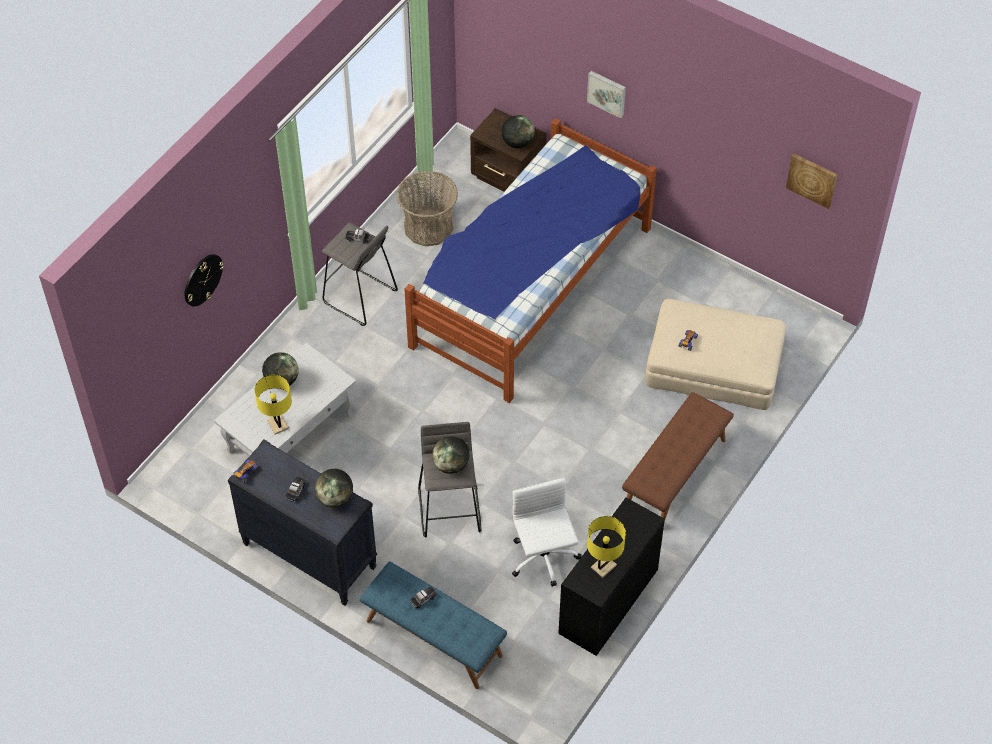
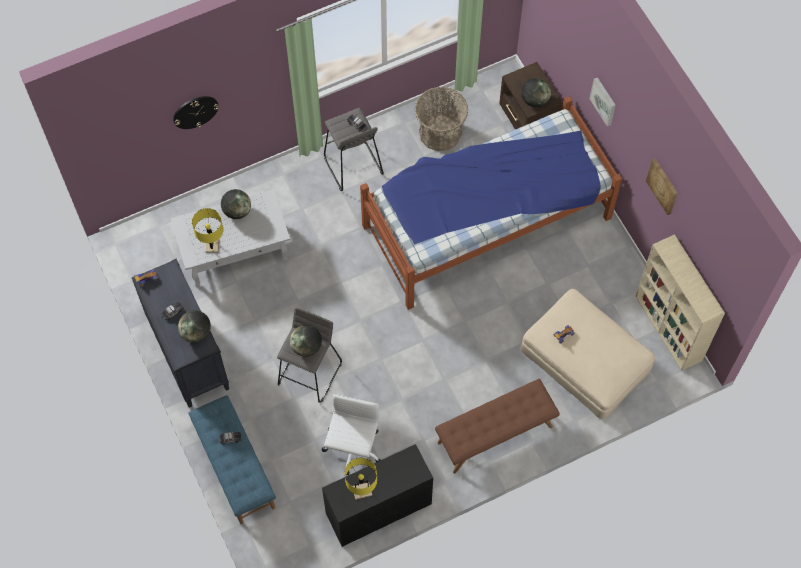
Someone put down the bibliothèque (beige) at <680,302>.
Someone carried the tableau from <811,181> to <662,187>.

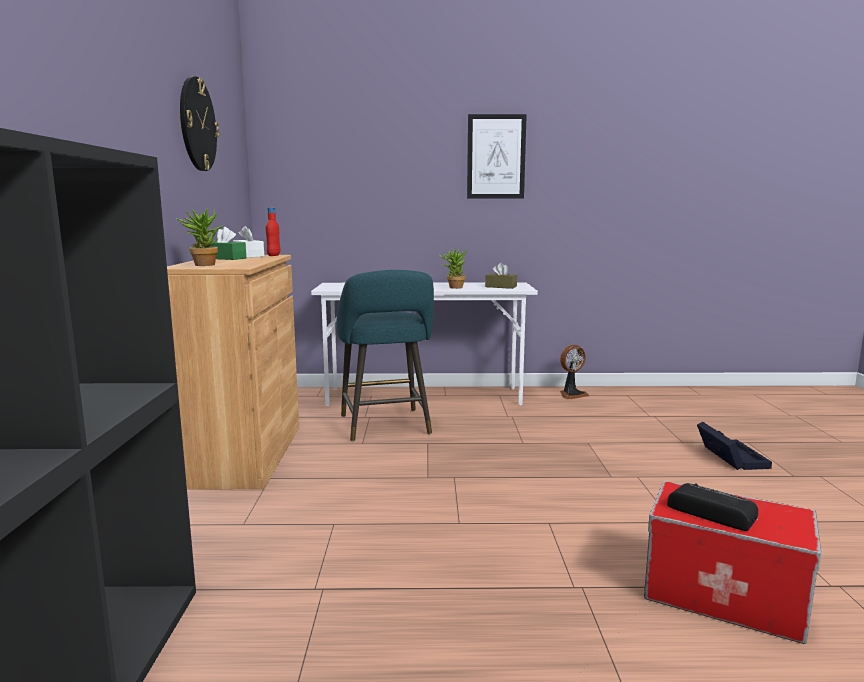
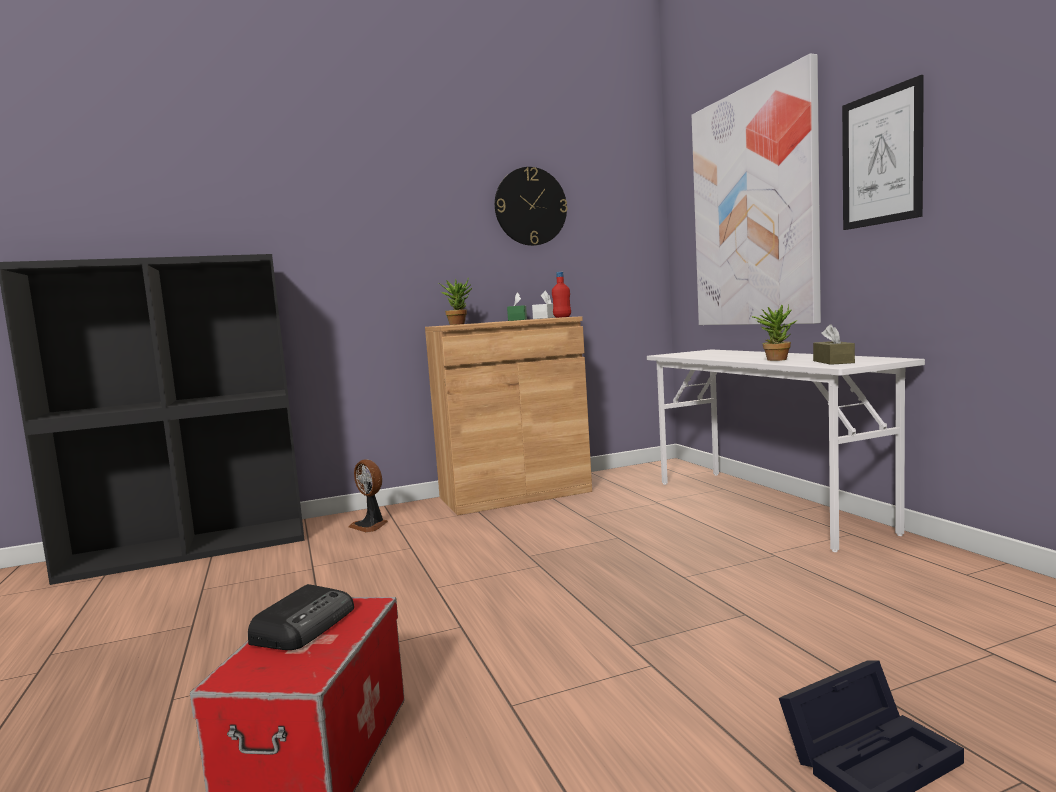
Someone carried the ventilateur from <574,372> to <368,496>.
Someone put up the tableau at <756,189>.
Someone took away the tabouret (turquoise) at <385,356>.

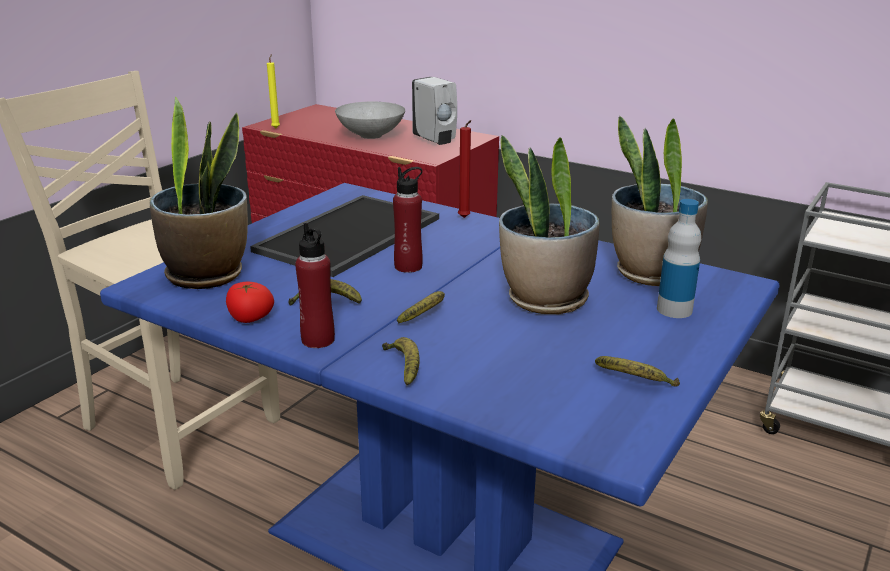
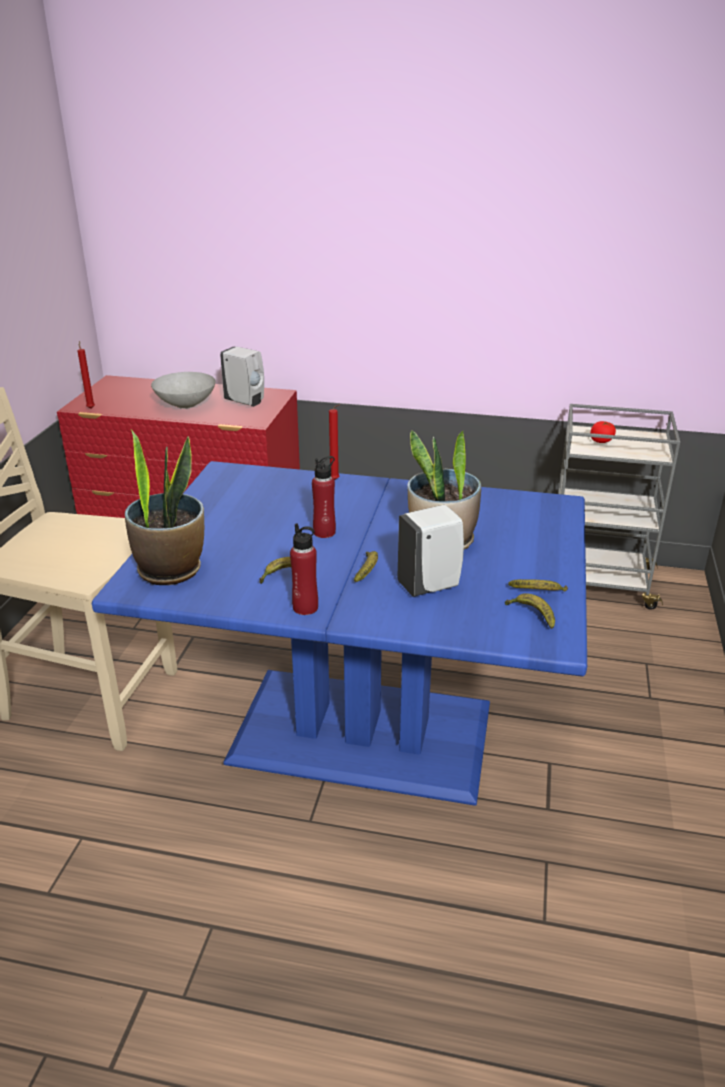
Someone repainted the bougie (jaune) at <273,91>, which became the bougie (rouge) at <86,374>.
Someone put down the distributeur de savon (blanc) at <431,551>.
Someone carried the banane from <401,361> to <530,611>.
Someone carried the tomate from <250,302> to <603,432>.
Someone took away the plateau at <344,236>.
Someone took away the plante en pot at <660,201>.
Someone took away the bouteille at <679,258>.

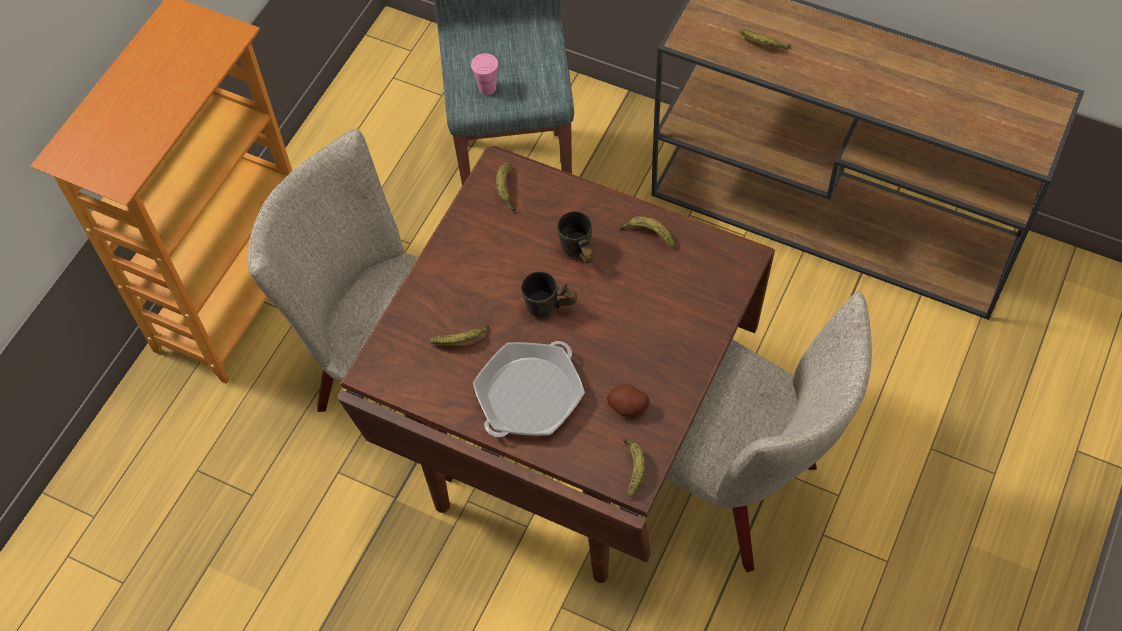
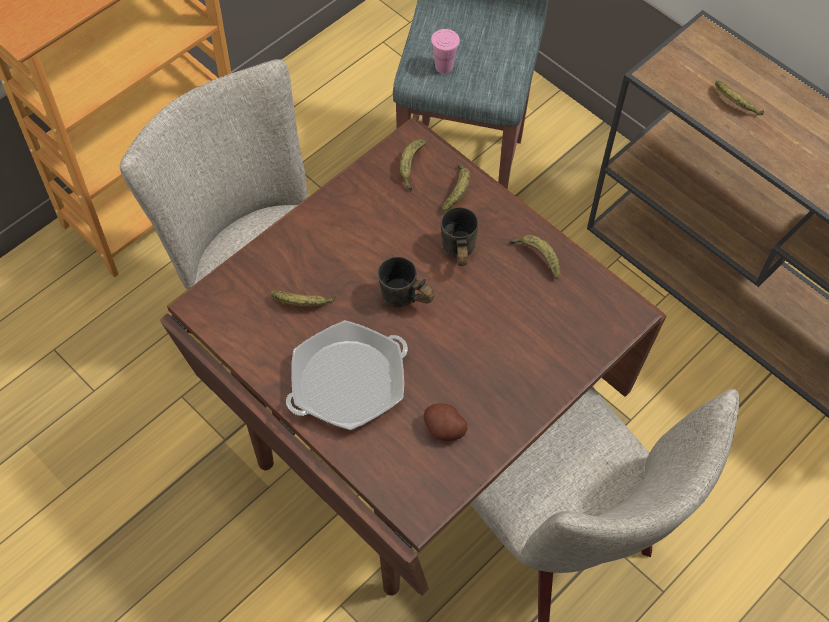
Someone carried the banane from <634,467> to <456,188>.

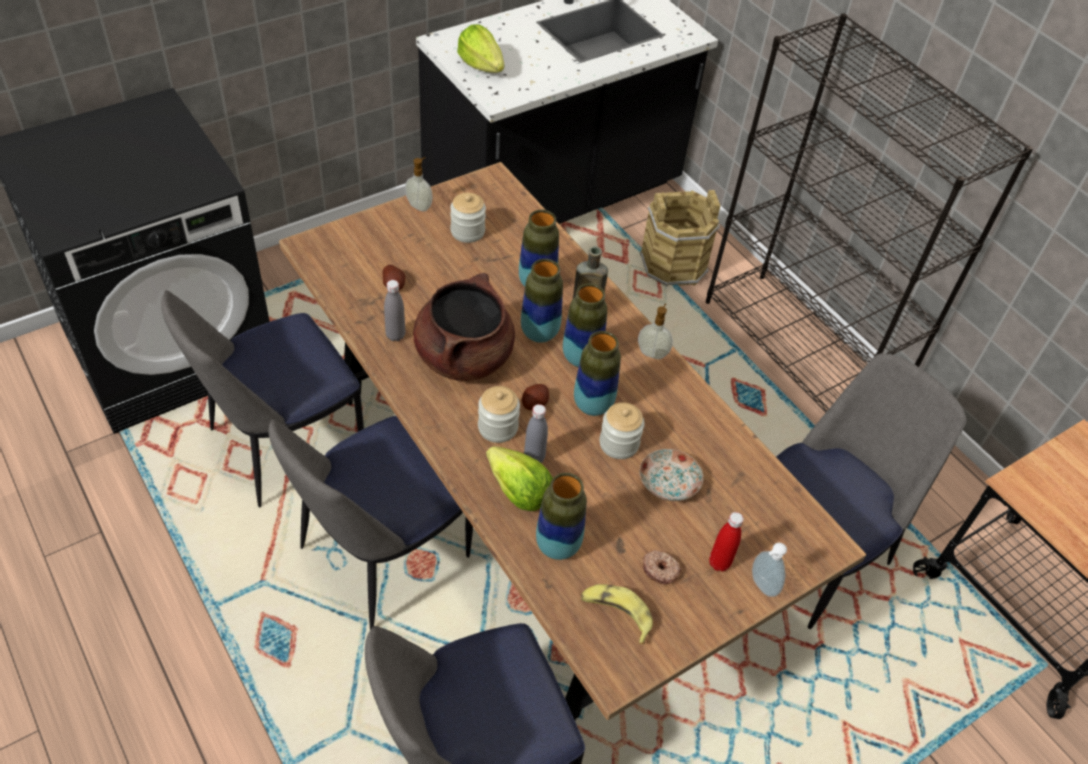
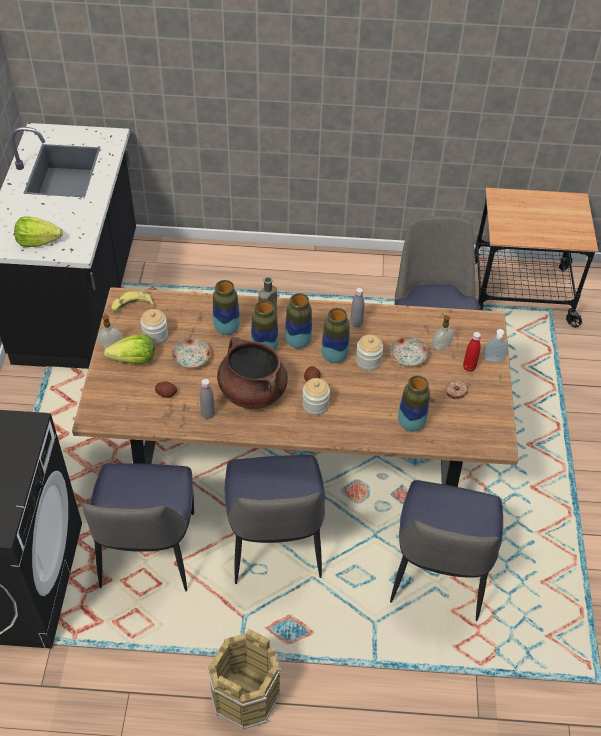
Someone carried the laitue from <519,478> to <129,349>.
Someone carried the banane from <617,614> to <133,302>.
Someone put down the assiette at <191,353>.
Someone carried the seau (marron) from <680,238> to <244,679>.
Someone carried the bouteille (gris) from <536,433> to <357,307>.
Someone carried the distributeur de savon from <655,331> to <443,331>.
Someone took away the bibliothèque (noir) at <869,212>.

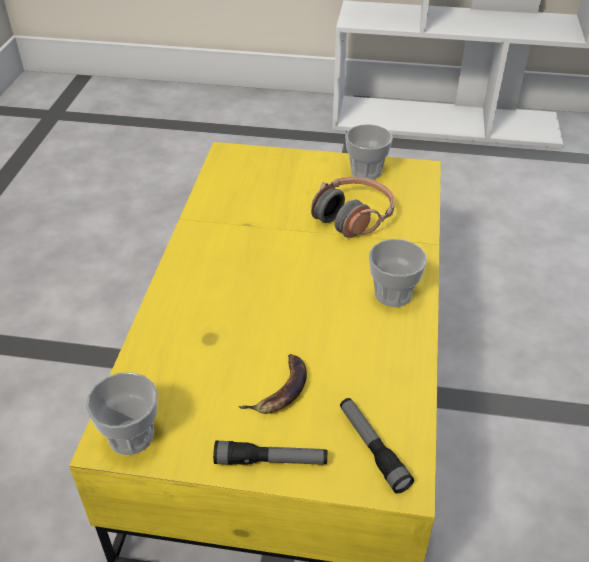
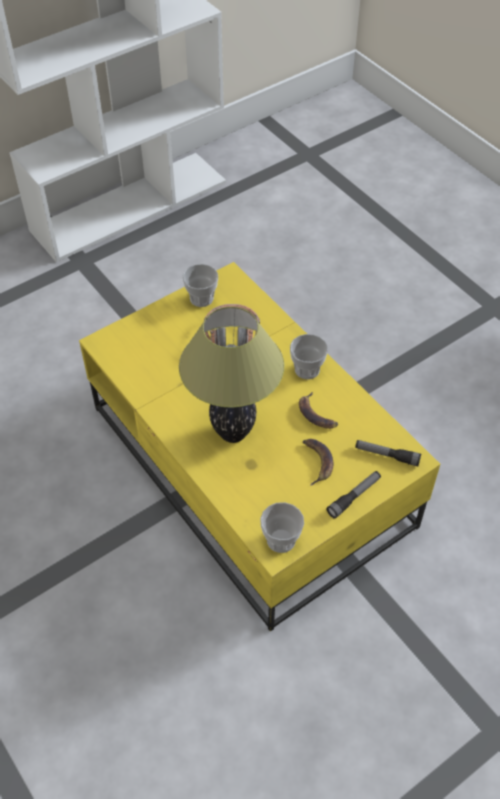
Someone put down the lampe de table at <231,374>.
Someone put down the banane at <318,410>.

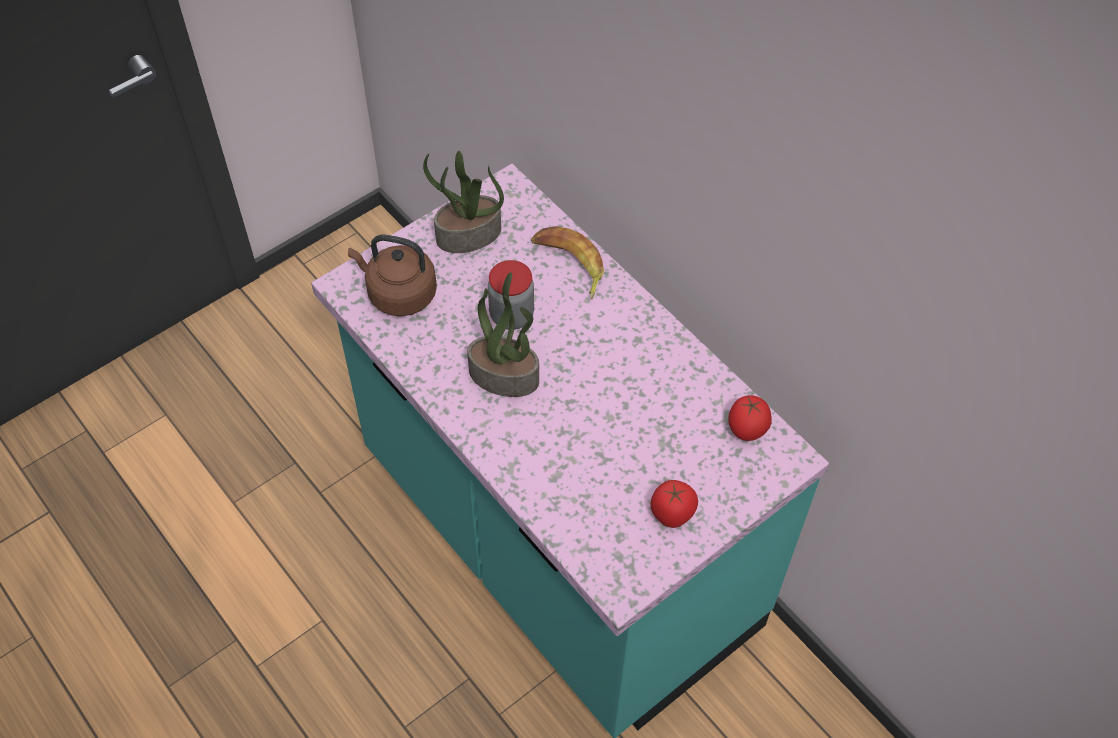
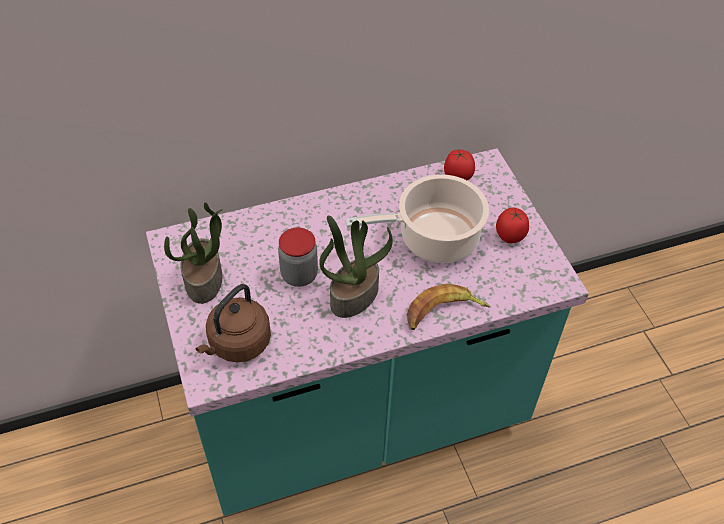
Someone put down the marmite at <417,218>.
Someone carried the banane from <567,262> to <448,307>.

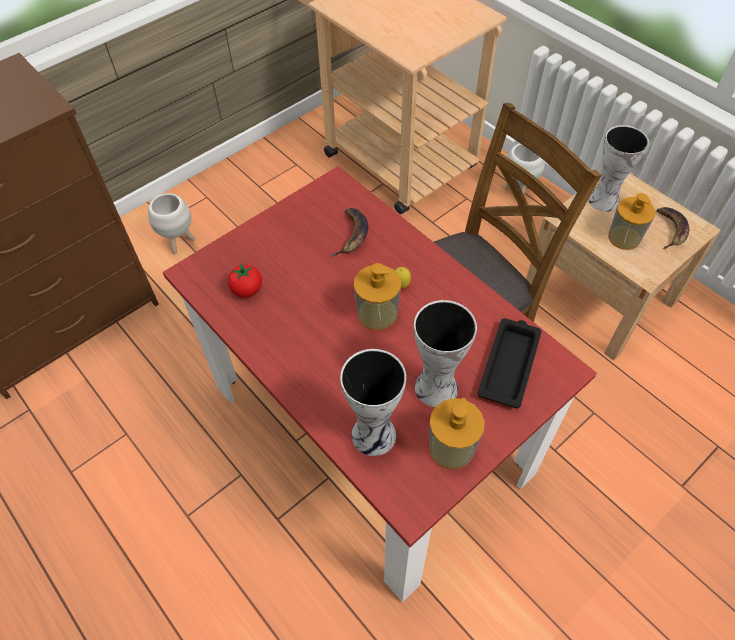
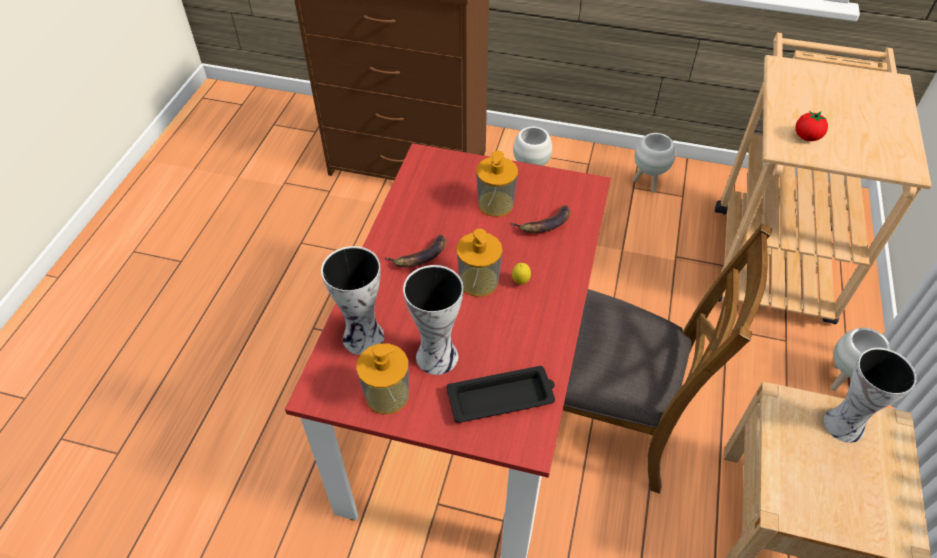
Someone carried the banane from <673,228> to <416,250>.
Someone carried the distributeur de savon from <632,221> to <497,184>.
Someone put down the cache-pot (blanc) at <654,163>.
Someone carried the tomate from <245,280> to <811,126>.

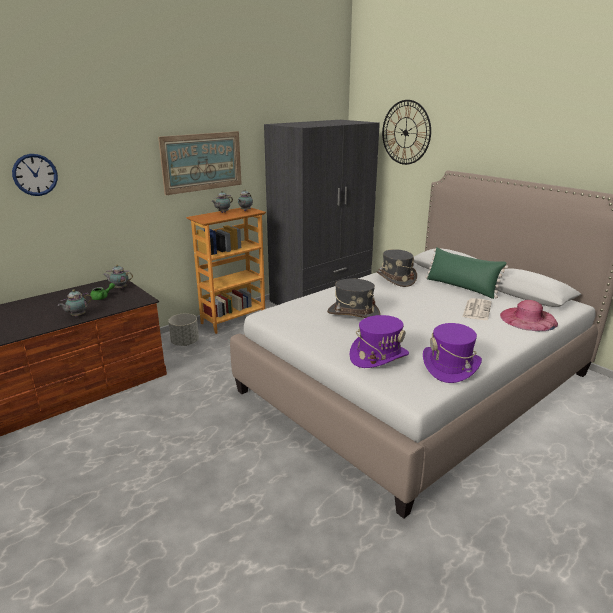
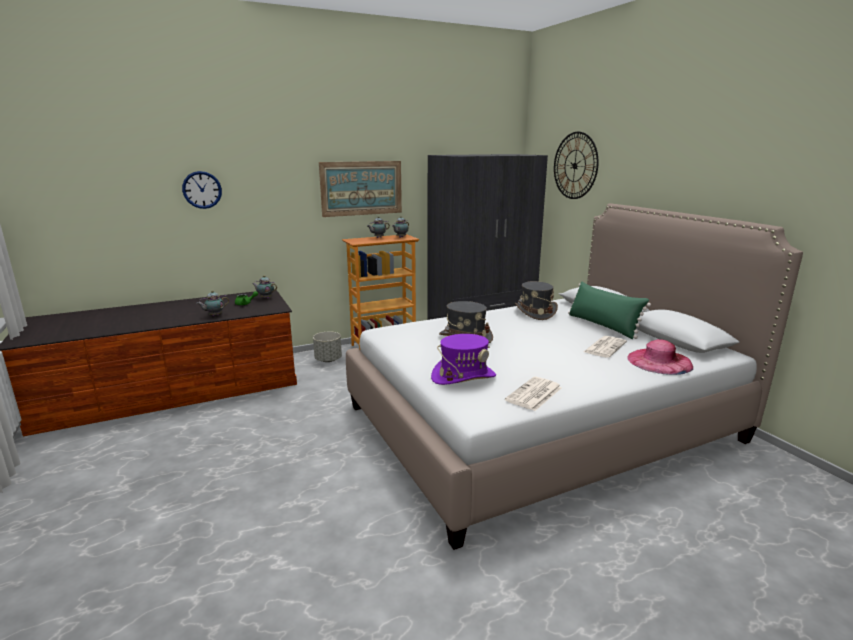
Someone swapped the chapeau (violet) at <452,353> for the journal at <533,394>.

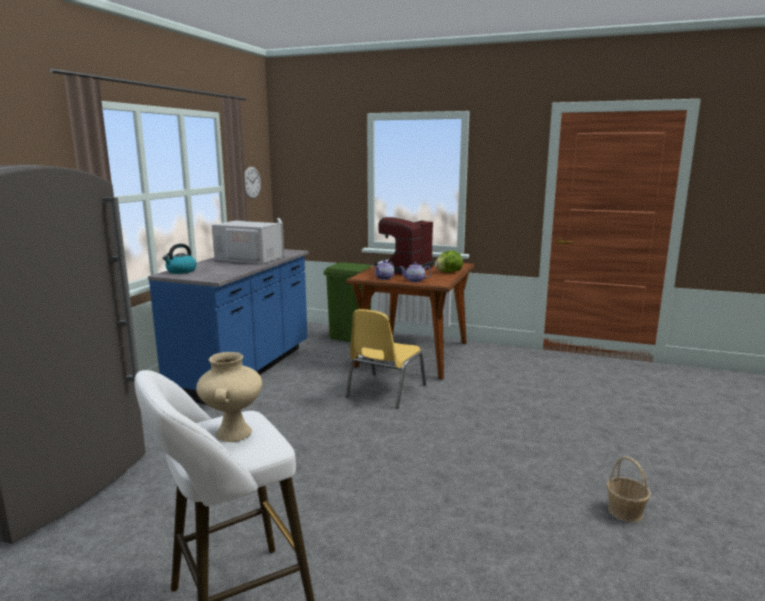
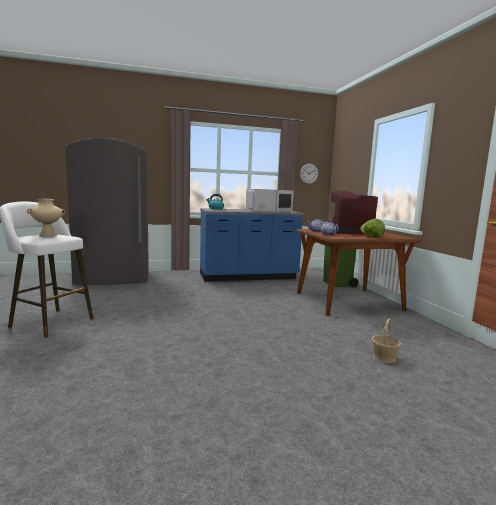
Someone carried the panier from <628,489> to <386,341>.
Someone took away the chaise (jaune) at <386,359>.

